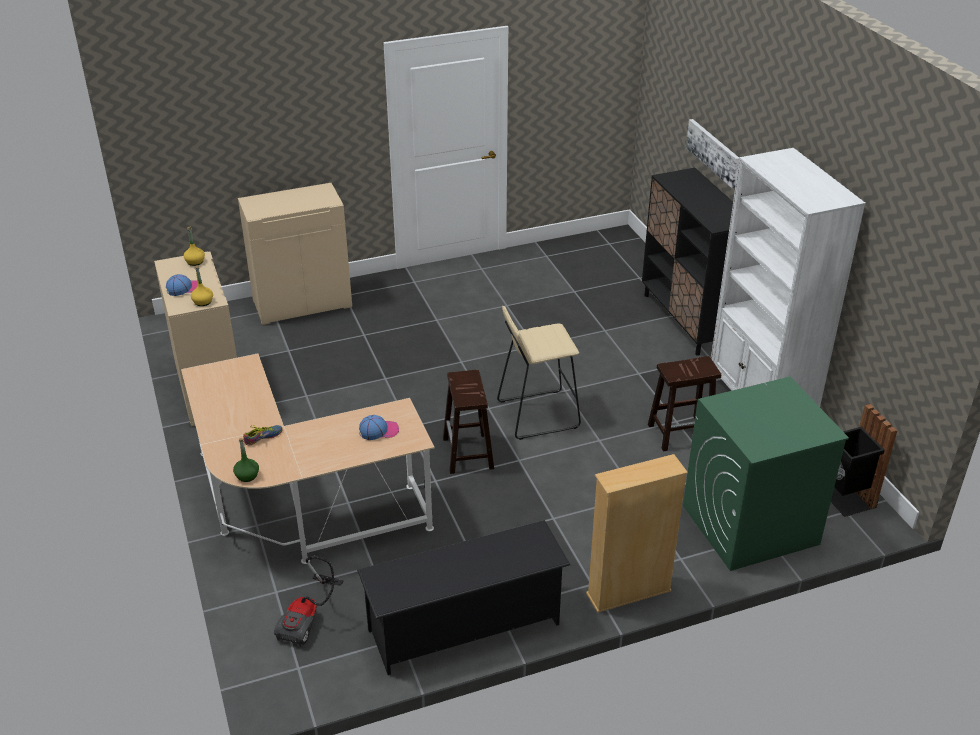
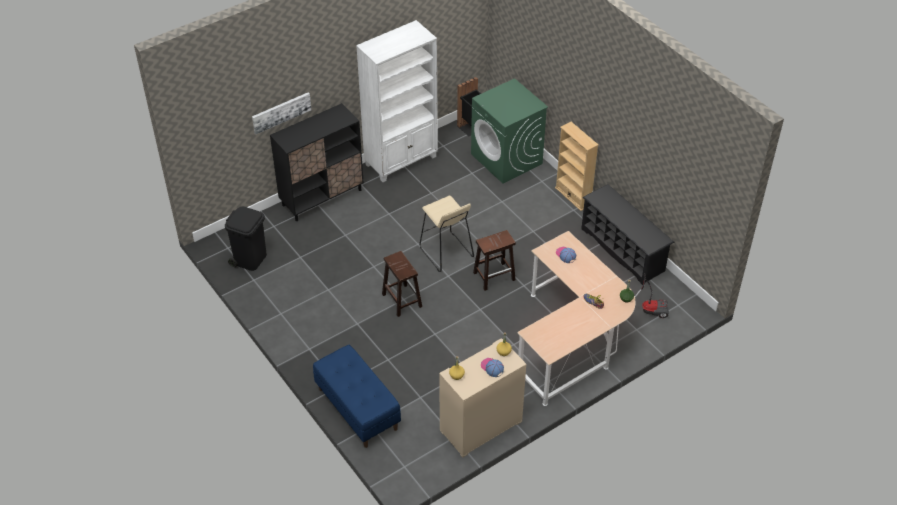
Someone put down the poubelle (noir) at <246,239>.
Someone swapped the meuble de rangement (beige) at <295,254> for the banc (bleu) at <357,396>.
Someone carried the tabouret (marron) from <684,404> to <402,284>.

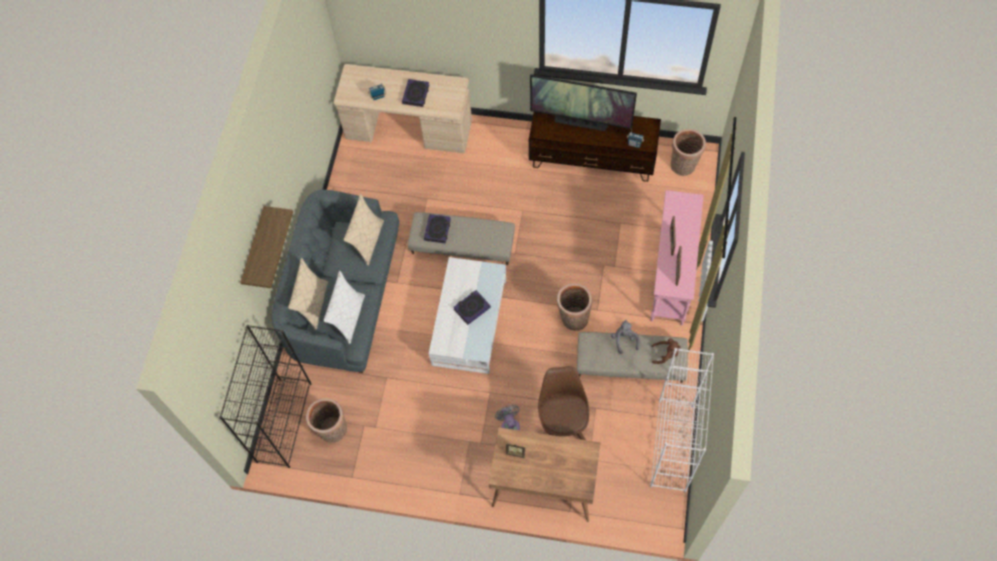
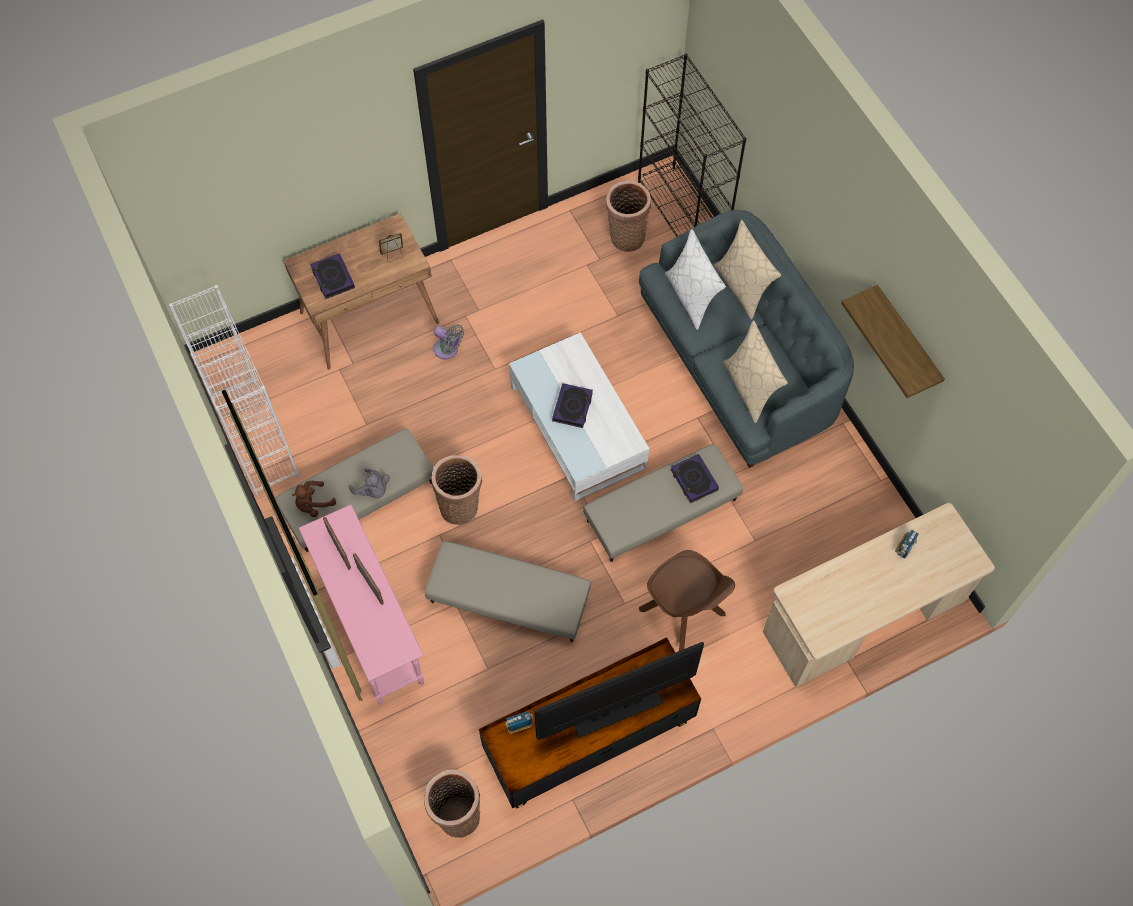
Someone carried the livre from <415,93> to <332,276>.
Someone put down the pouf (beige) at <508,591>.
Someone carried the chaise (marron) from <563,403> to <687,600>.
Someone carried the étagère from <266,247> to <893,341>.

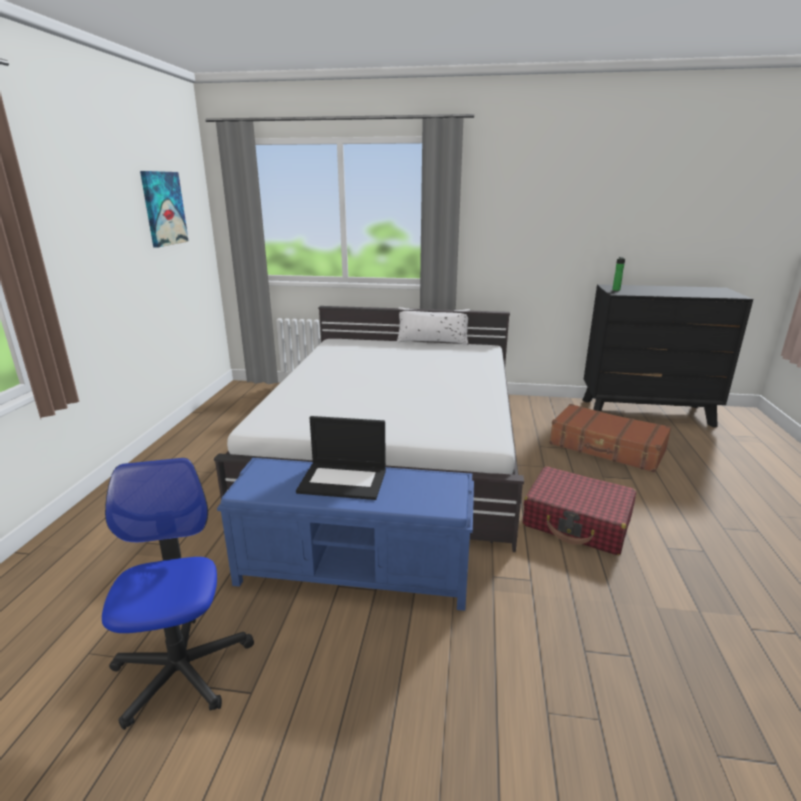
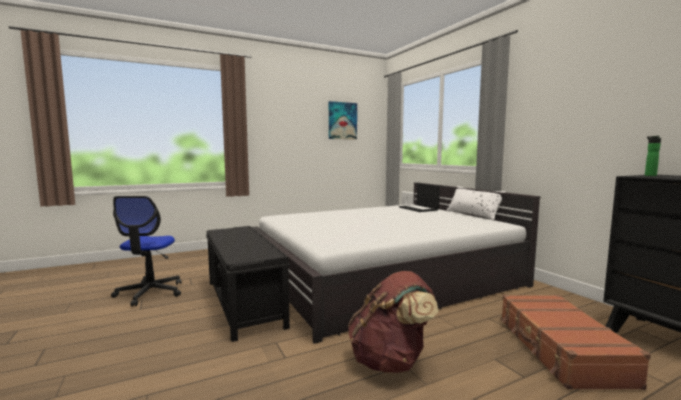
Someone rotated the chaise de bureau at <178,594> by 135 degrees clockwise.
Someone repainted the banc (bleu) at <345,534>, which became the banc (noir) at <248,284>.
Someone swapped the valise (rouge) at <579,510> for the sac à dos (marron) at <393,322>.
Someone carried the ordinateur portable from <341,458> to <419,197>.

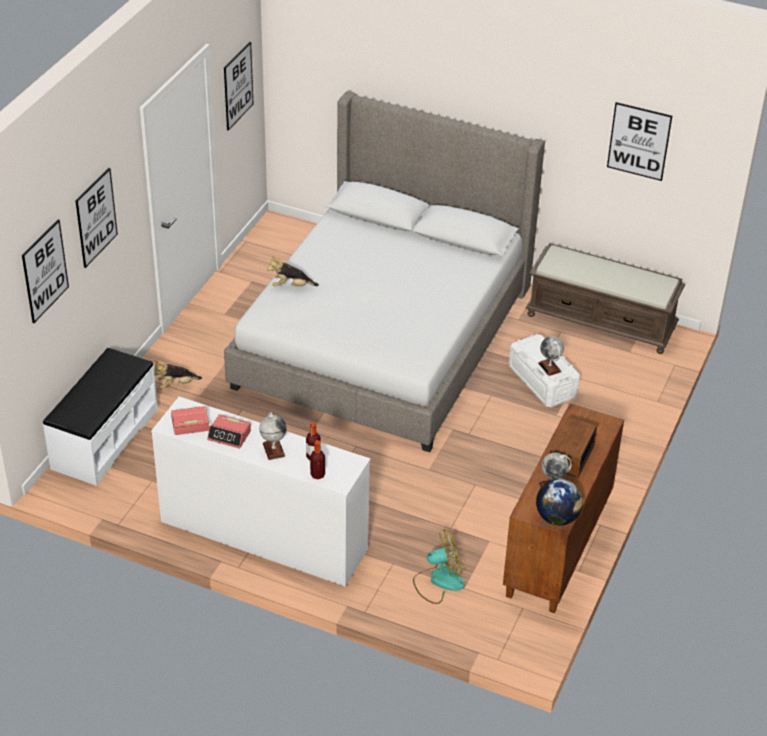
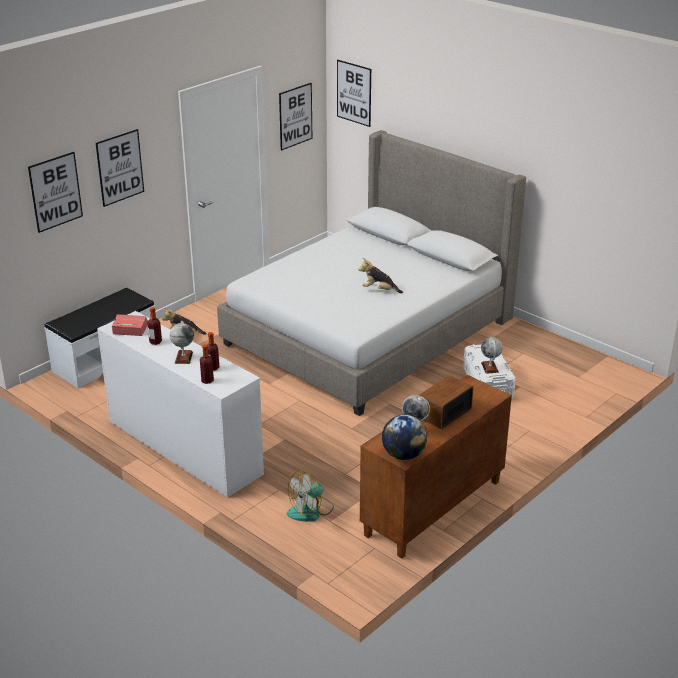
Someone swapped the réveil at <229,431> for the bouteille at <154,326>.
Someone rotated the ventilateur at <439,566> by 135 degrees clockwise.
Someone carried the tableau from <639,141> to <354,93>.
Someone carried the peluche from <293,271> to <381,276>.
Someone took away the banc (marron) at <605,298>.

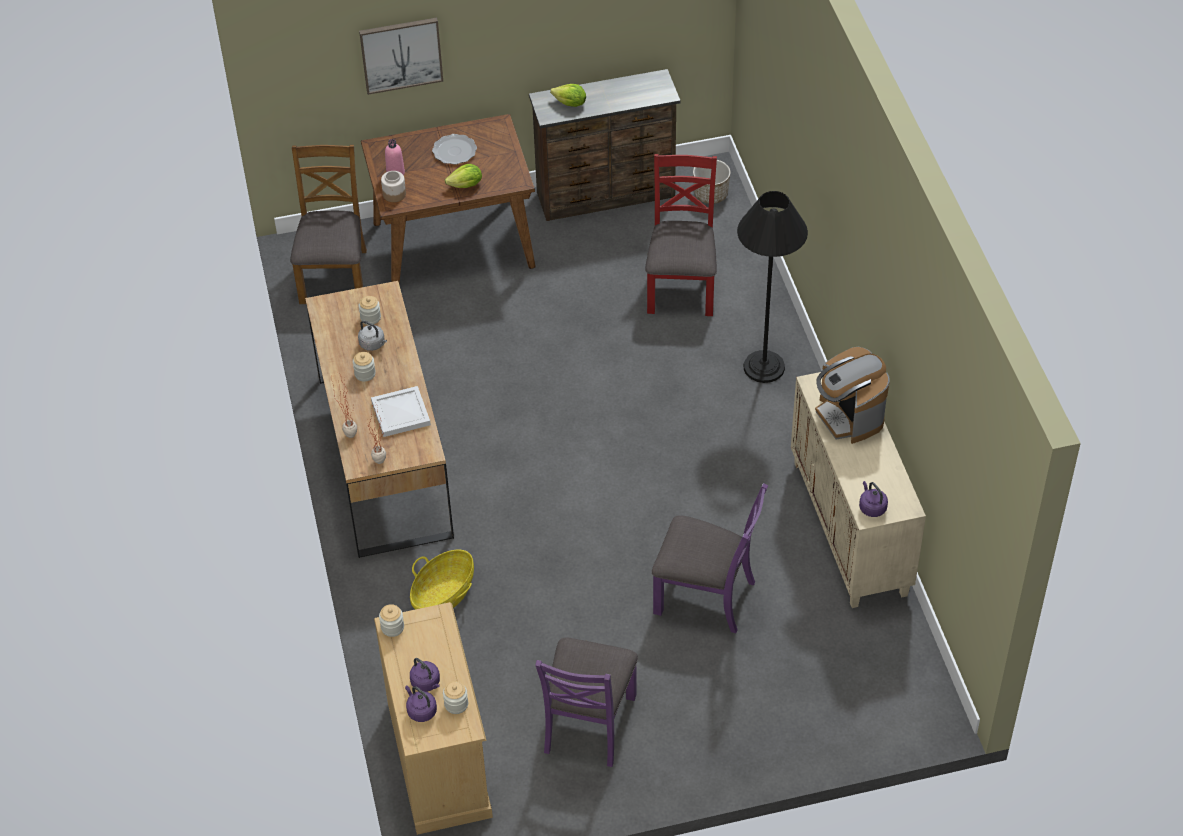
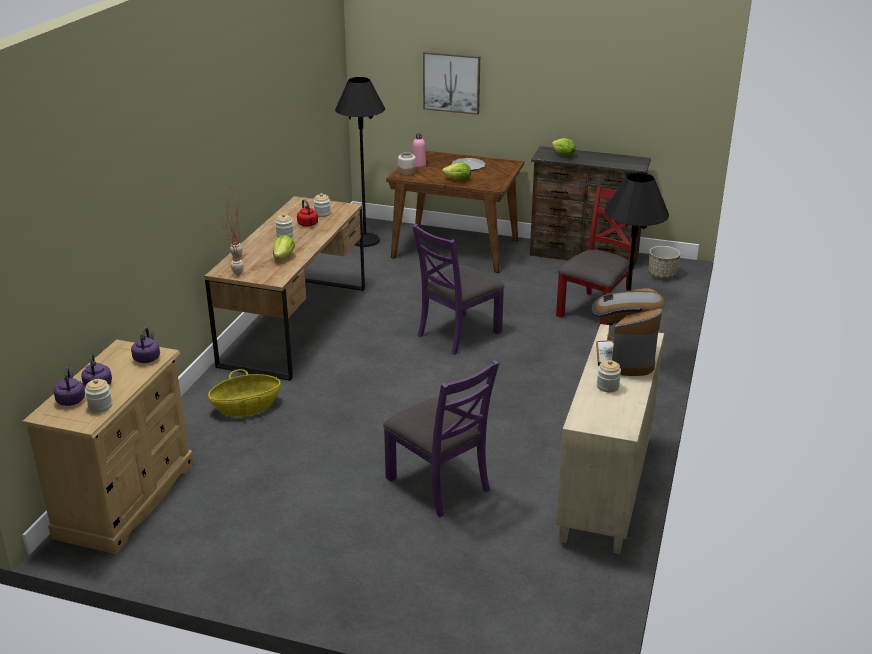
Someone carried the bouilloire (violet) from <873,499> to <145,345>.
Someone swapped the plateau (blanc) at <401,411> for the laitue at <284,247>.
Someone repainted the bouilloire (gris) at <372,335>, which became the bouilloire (rouge) at <307,213>.
Someone swapped the chaise (marron) at <328,224> for the lampadaire (noir) at <360,162>.
Someone carried the chaise (violet) from <586,702> to <458,289>.
Someone carried the bocal from <391,620> to <609,376>.

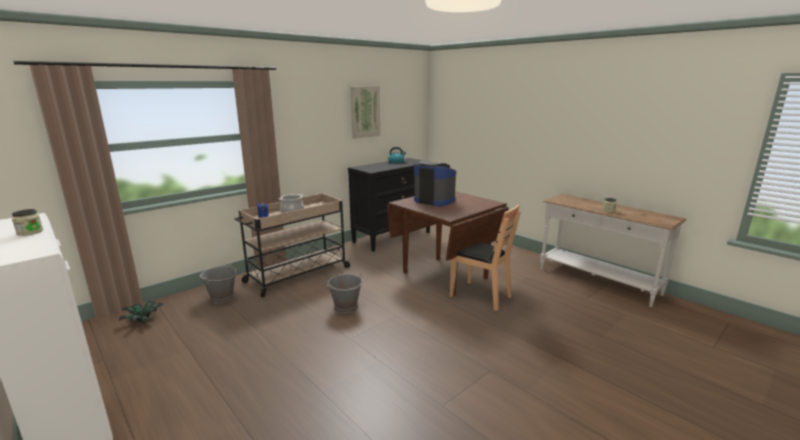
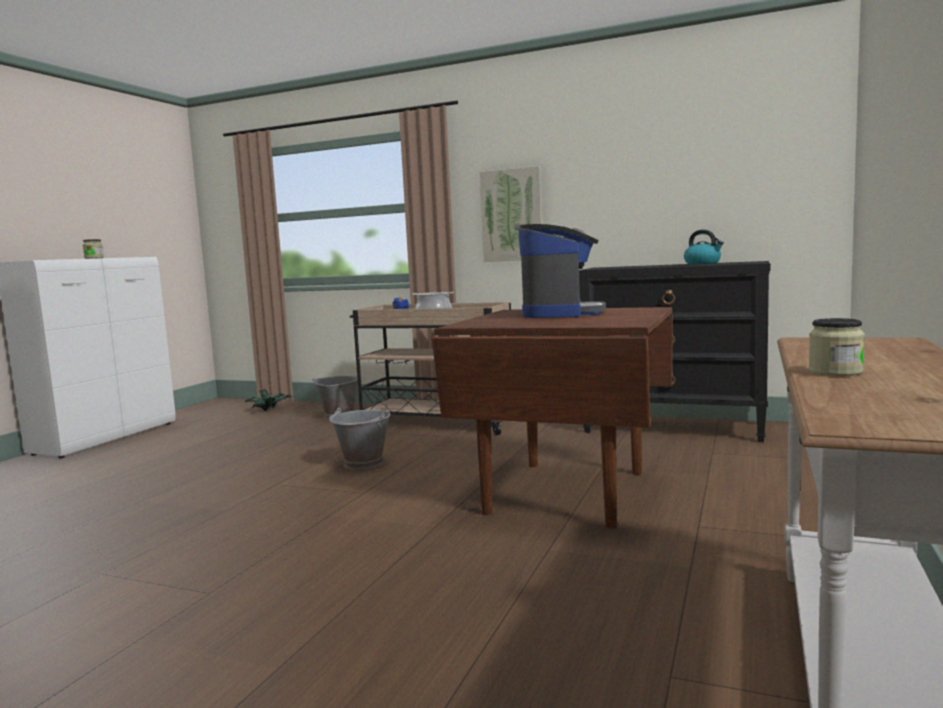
Someone carried the tableau from <365,112> to <511,214>.
Someone took away the chaise (marron) at <485,258>.

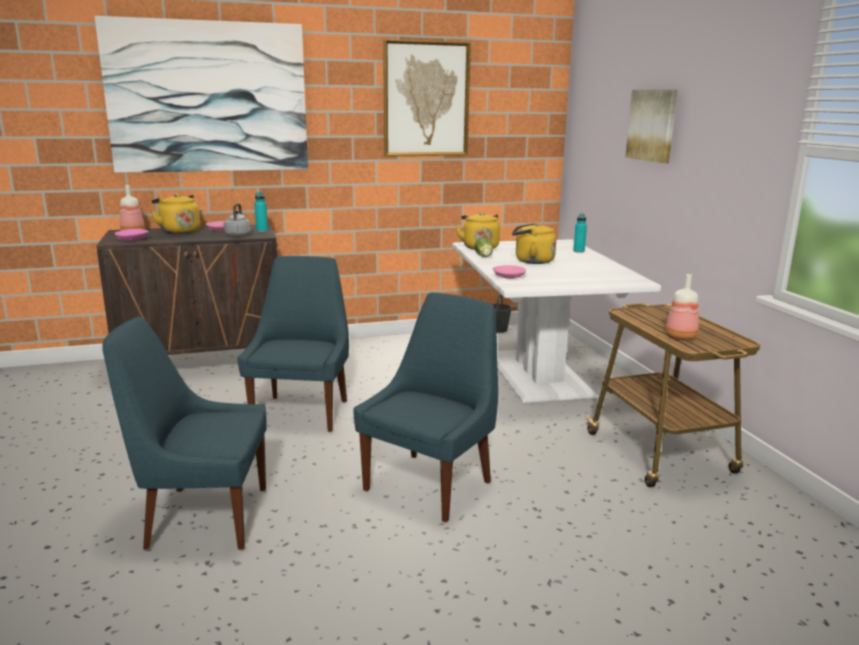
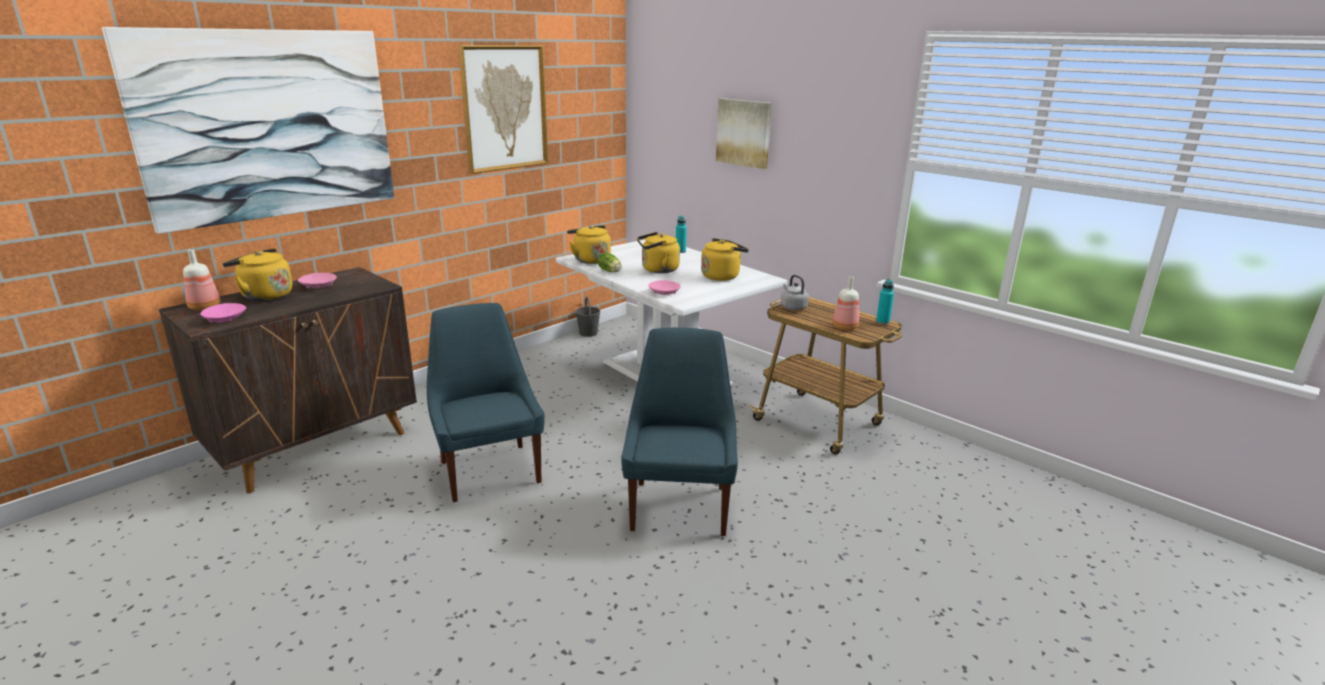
Someone put down the bouilloire (jaune) at <725,259>.
Someone carried the bouilloire (gris) from <237,220> to <795,292>.
Someone carried the bouteille (turquoise) from <261,212> to <885,301>.
Someone took away the chaise (bleu) at <184,433>.

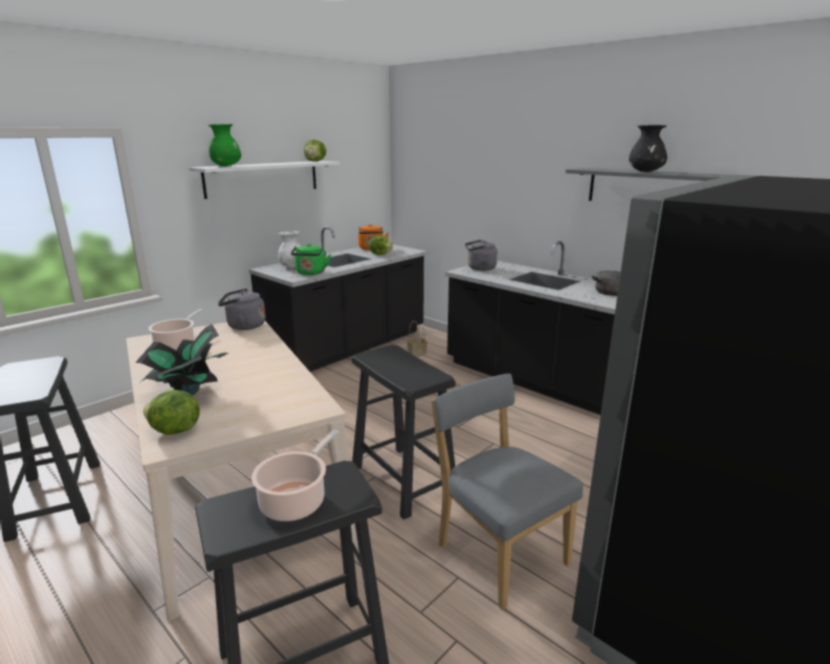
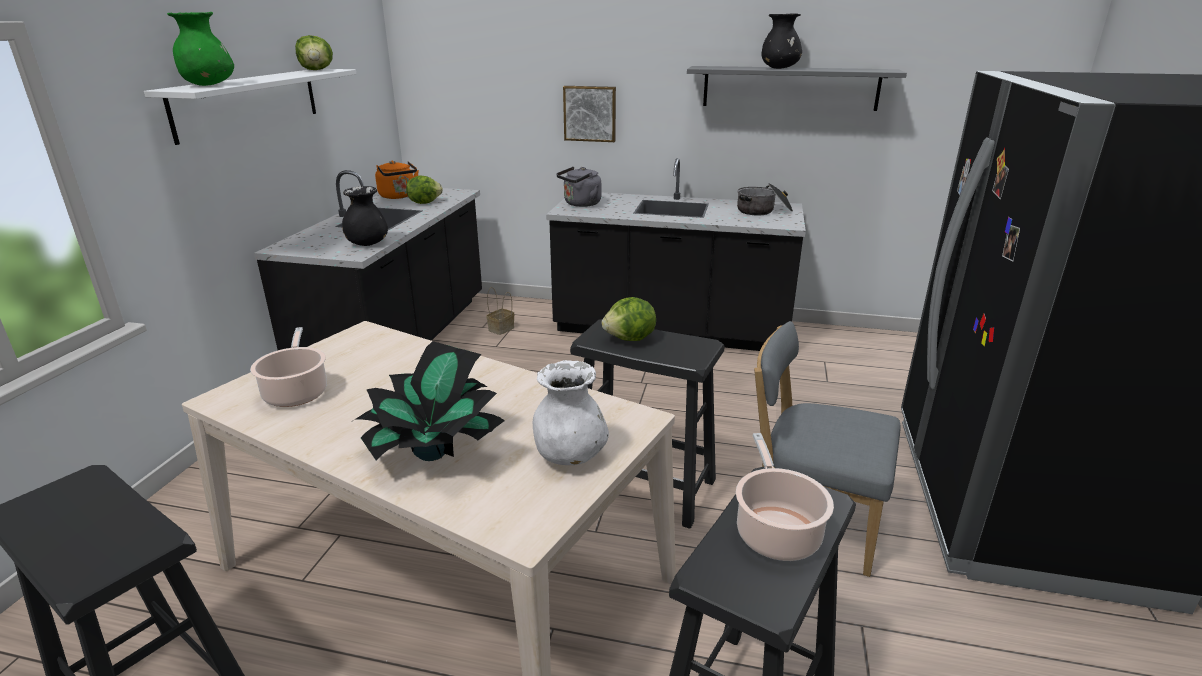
Someone swapped the bouilloire (vert) at <311,259> for the vase (noir) at <365,216>.
Someone carried the vase (blanc) from <290,249> to <571,412>.
Someone put up the tableau at <589,114>.
Someone carried the laitue from <171,412> to <628,319>.
Someone took away the bouilloire (gris) at <241,309>.

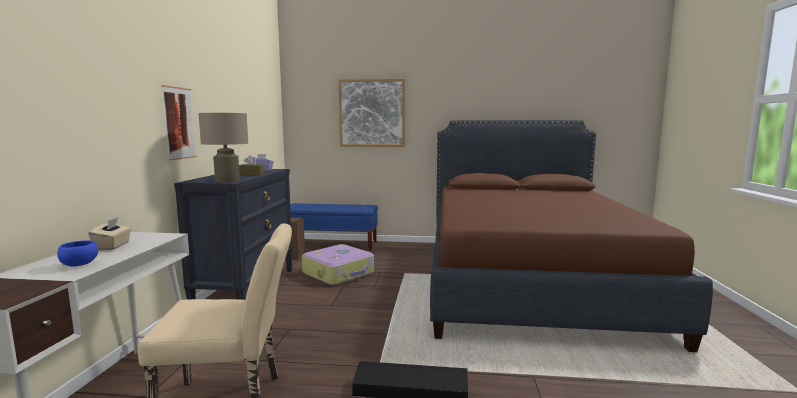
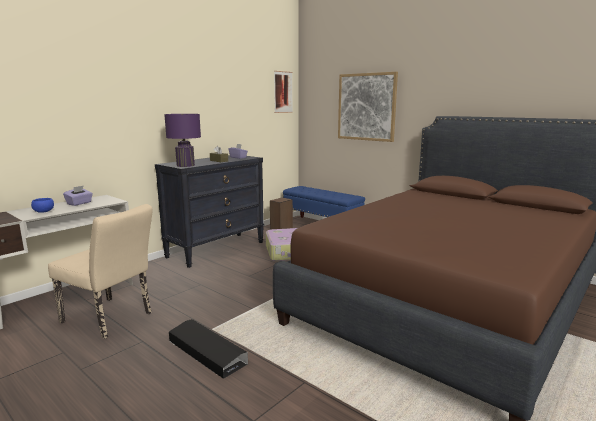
Someone repainted the boîte à mouchoirs (beige) at <109,233>, which became the boîte à mouchoirs (violet) at <78,195>.
Someone repainted the lampe de table (beige) at <223,148>, which became the lampe de table (violet) at <182,140>.
Someone carried the tableau from <179,123> to <283,92>.

